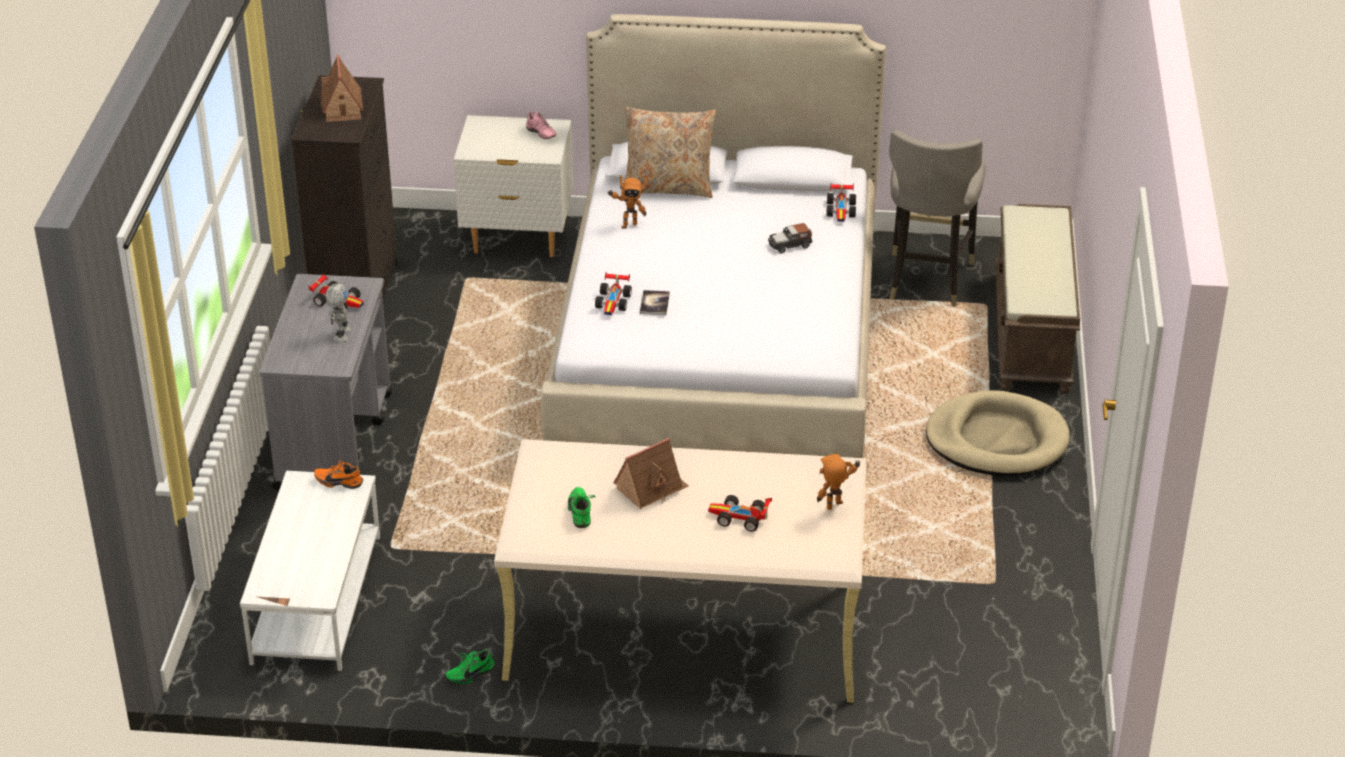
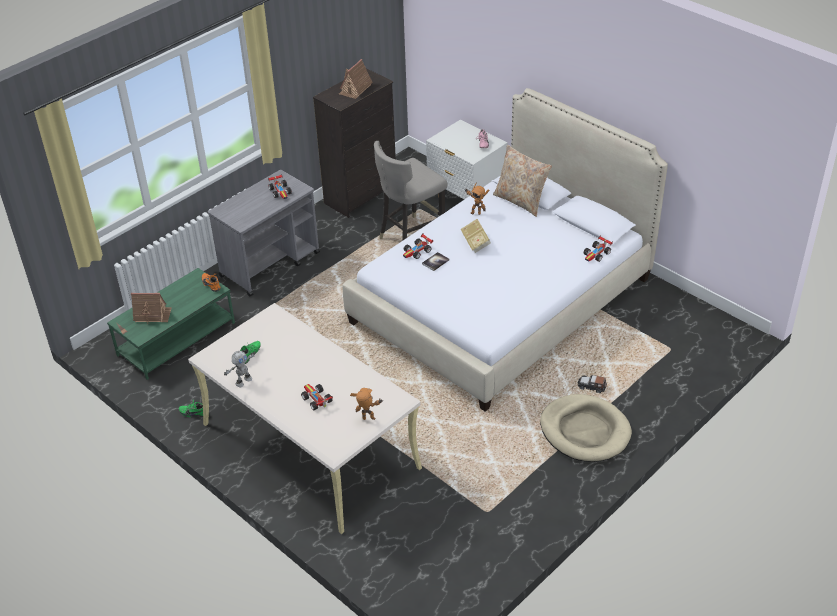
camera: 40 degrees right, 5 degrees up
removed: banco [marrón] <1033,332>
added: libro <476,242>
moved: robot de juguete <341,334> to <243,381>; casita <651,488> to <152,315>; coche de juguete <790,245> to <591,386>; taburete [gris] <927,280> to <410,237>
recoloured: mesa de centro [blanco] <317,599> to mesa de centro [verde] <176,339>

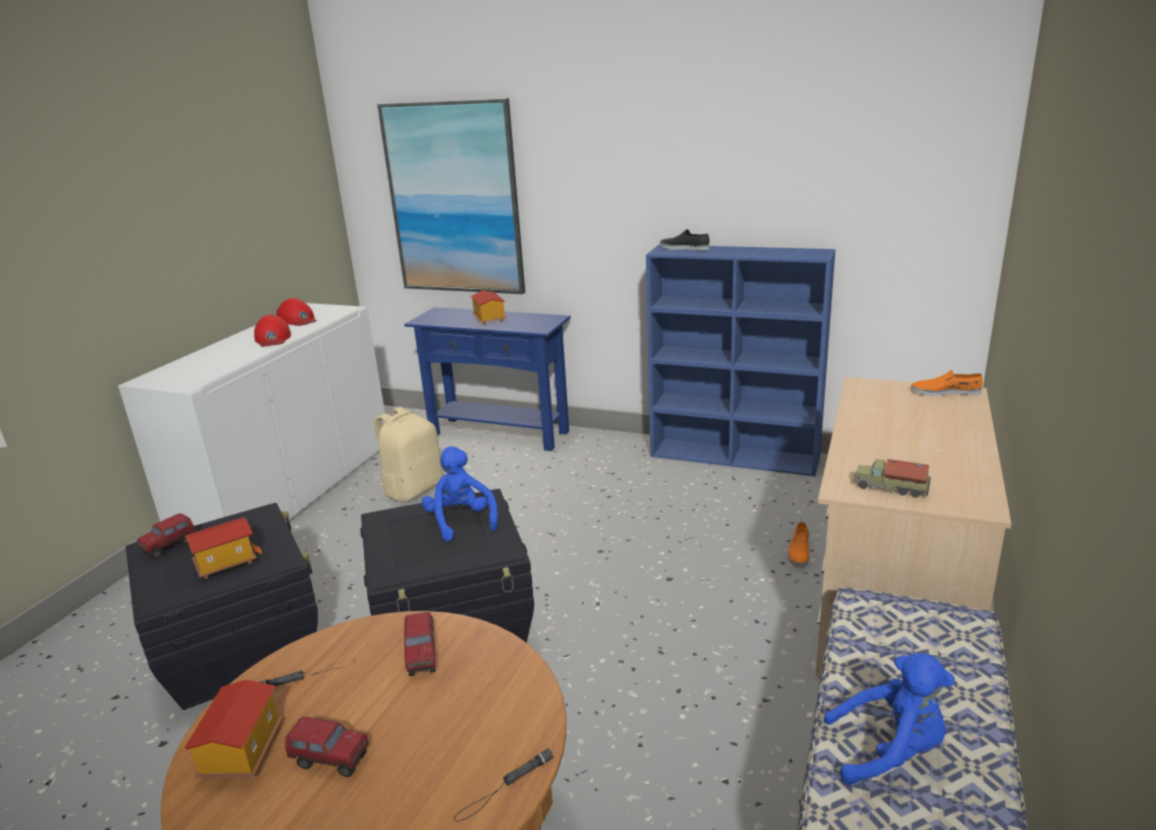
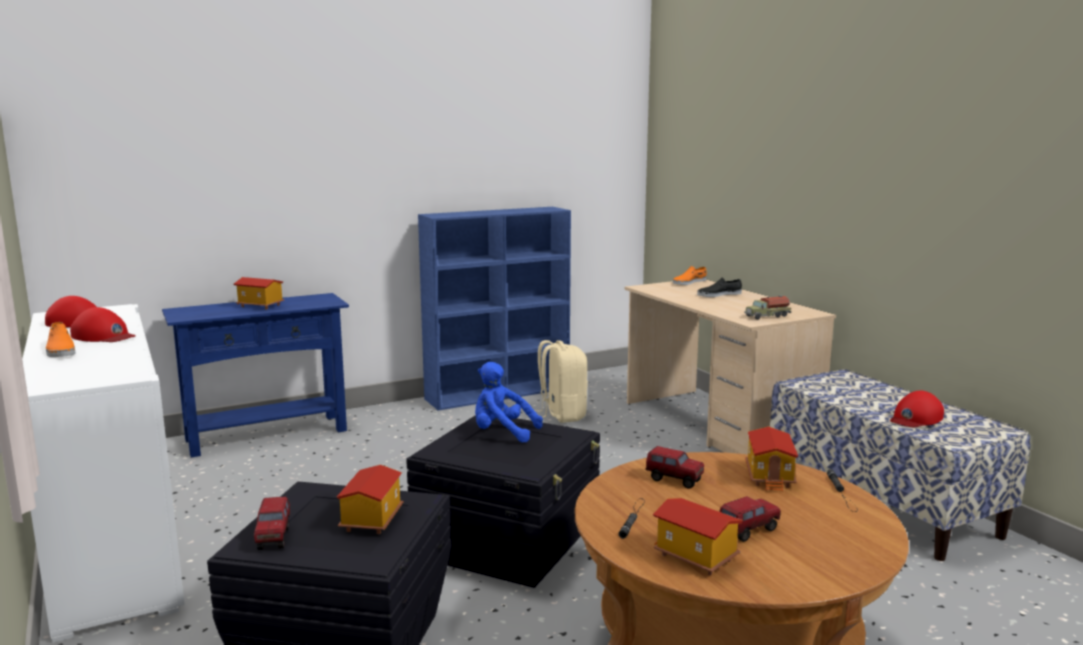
camera: 50 degrees left, 10 degrees down
removed: cuadro <454,199>
added: casita <770,477>
moved: mochila [beis] <413,489> to <561,415>; zapato [negro] <684,248> to <718,295>; zapato [naranja] <799,552> to <60,350>
replaced: peluche [azul] <889,751> to gorra [rojo] <915,418>

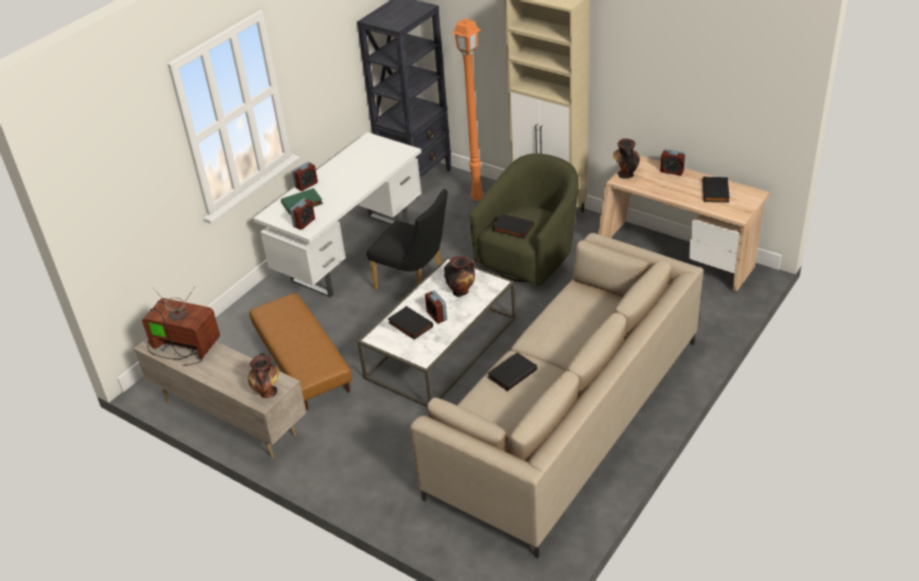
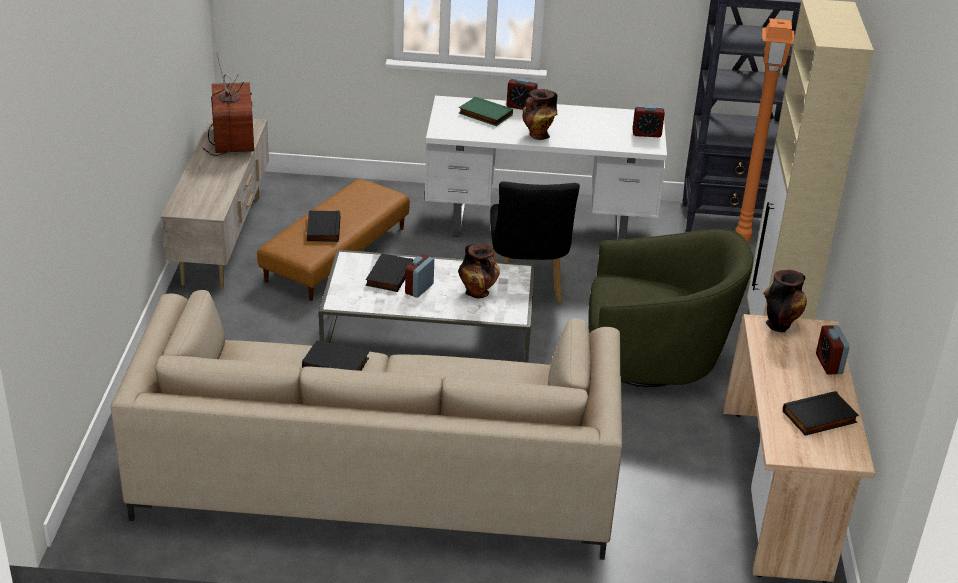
camera: 55 degrees right, 5 degrees down
moved: florero <268,392> to <538,135>; despertador <304,223> to <646,134>; libro [negro] <512,228> to <322,229>

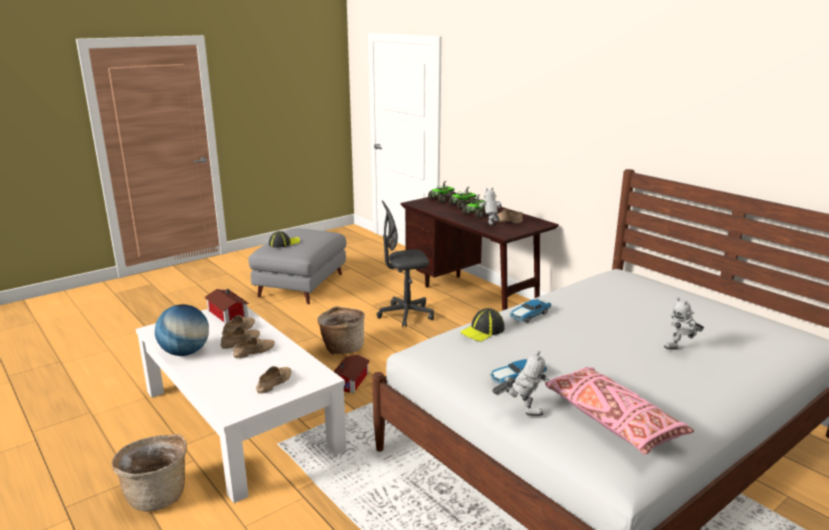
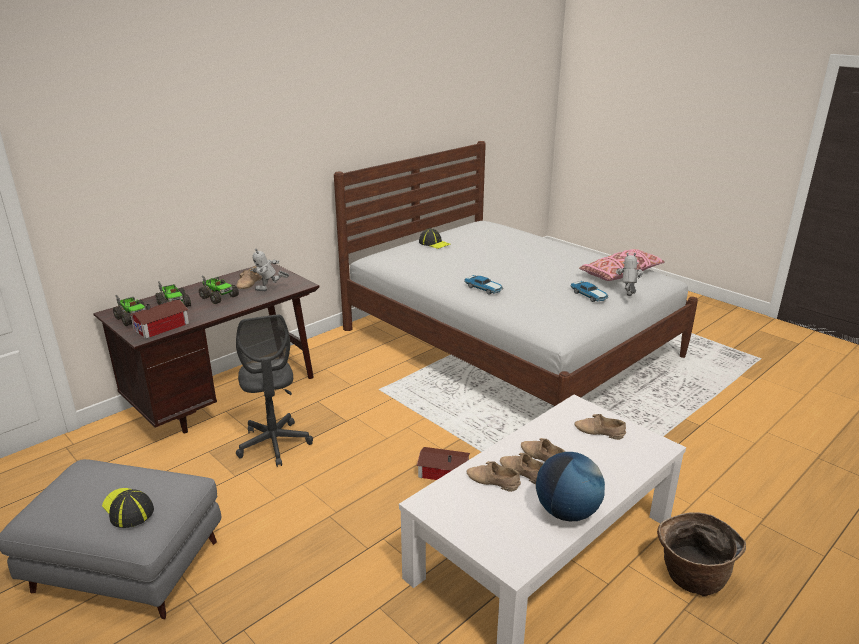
camera: 95 degrees left, 5 degrees up
removed: cesta <342,348>; robot de juguete <681,348>
moved: casita <227,314> to <163,326>; gorra <482,331> to <434,243>

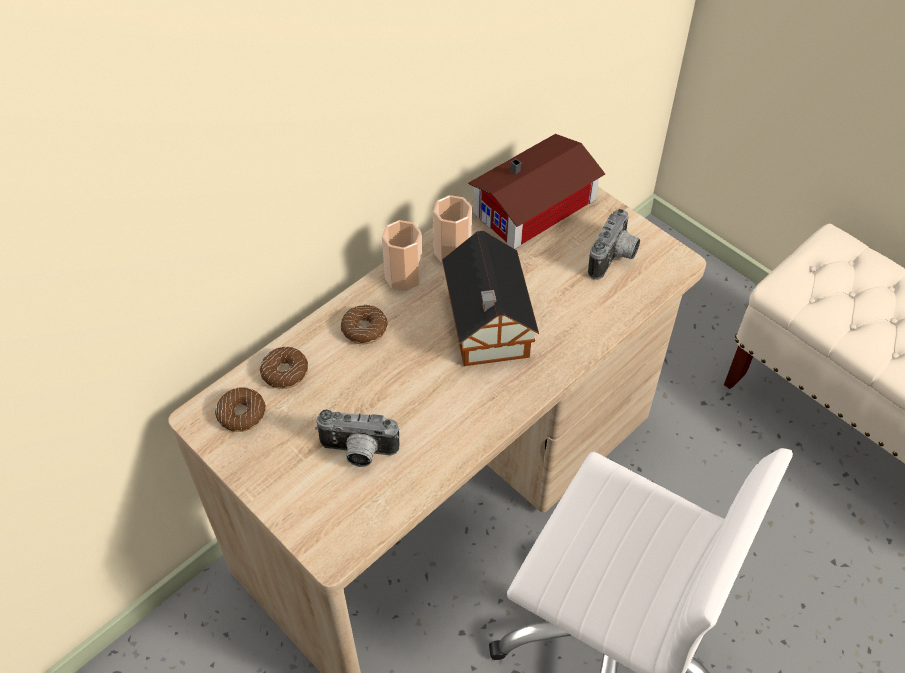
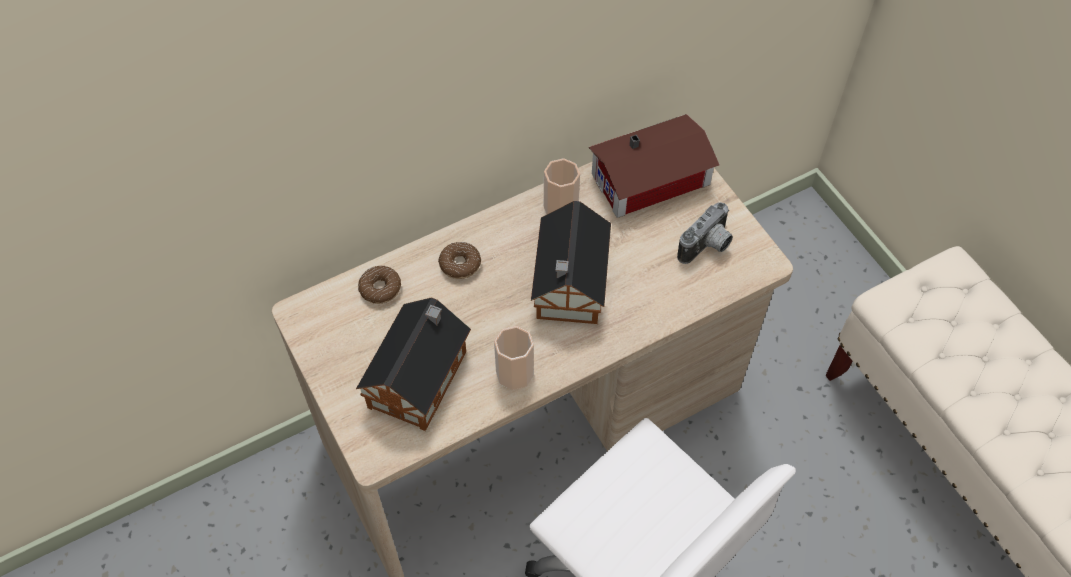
camera: 15 degrees right, 5 degrees up
removed: rosquilla <242,414>
moved: taza <404,276> to <514,373>
replaced: cámara <358,453> to casita <421,376>

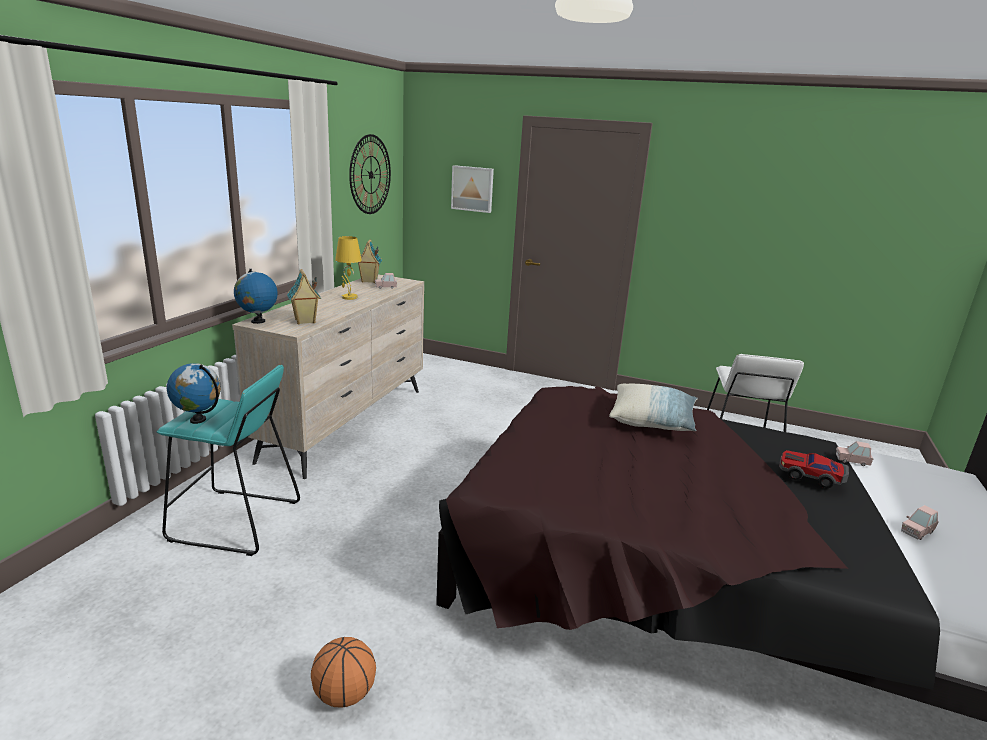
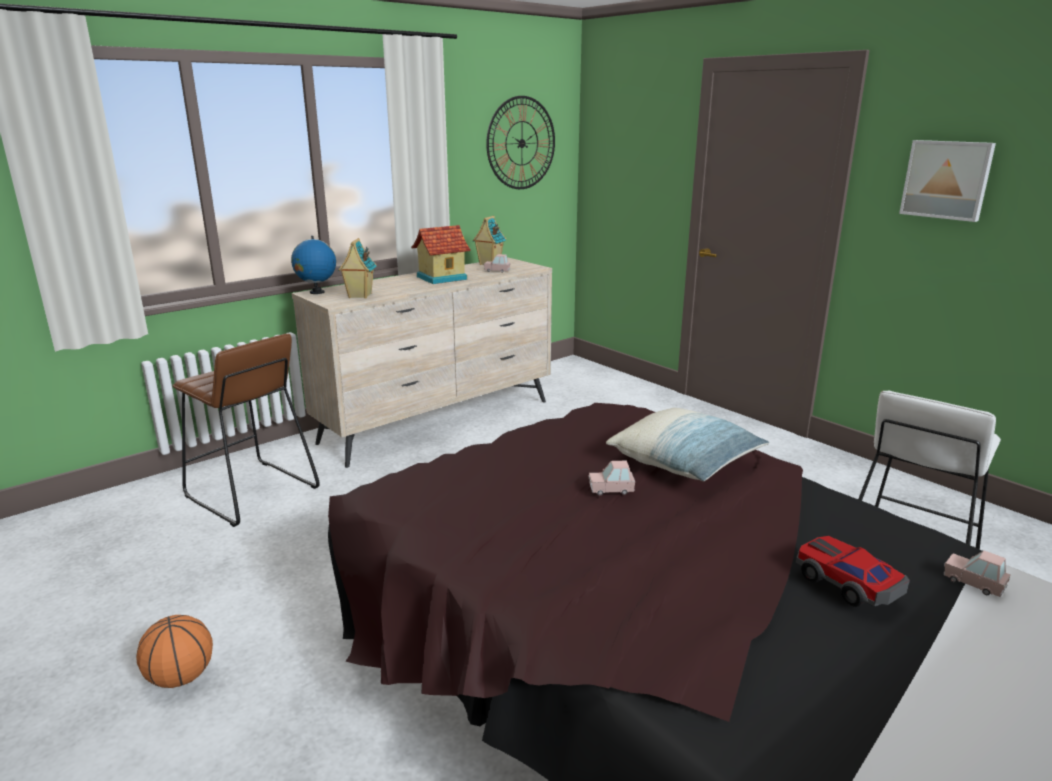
camera: 30 degrees right, 0 degrees up
removed: globo terráqueo <198,420>
moved: cuadro <472,188> to <947,179>; coche de juguete [rosa] <917,532> to <611,490>
replaced: lámpara de mesa [amarillo] <349,297> to casita <441,278>
recoloured: taburete [turquesa] <234,521> to taburete [marrón] <250,492>

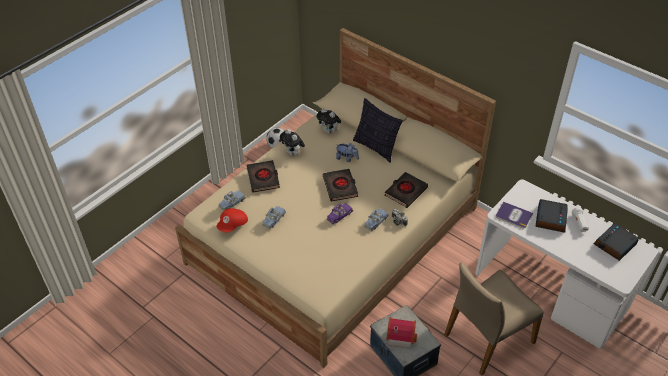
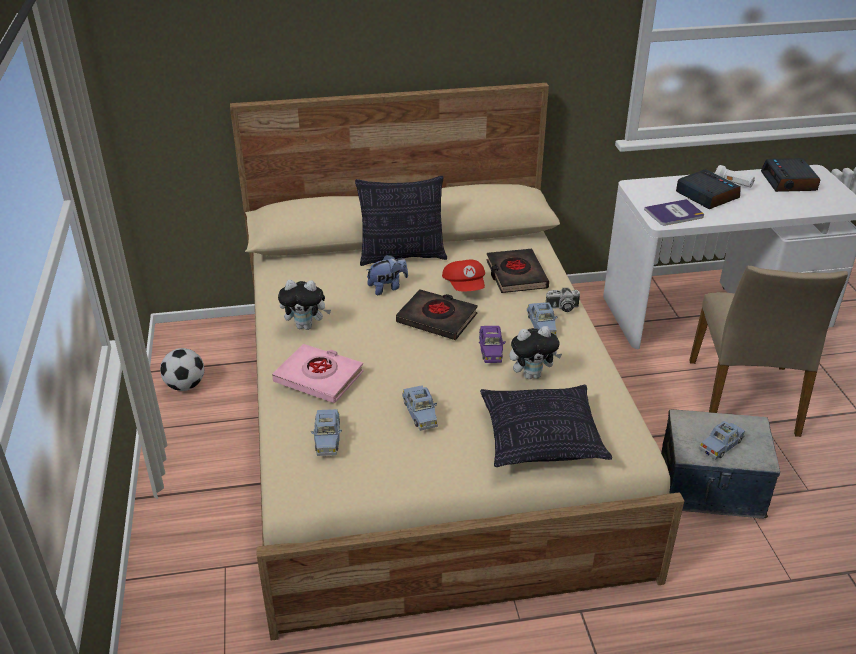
camera: 50 degrees left, 10 degrees down
added: cojín <541,439>
moved: gorra [rojo] <233,225> to <465,286>; peluche <329,131> to <532,375>
replaced: casita <400,336> to coche de juguete [azul] <721,445>
recoloured: libro [negro] <263,178> to libro [rosa] <319,377>

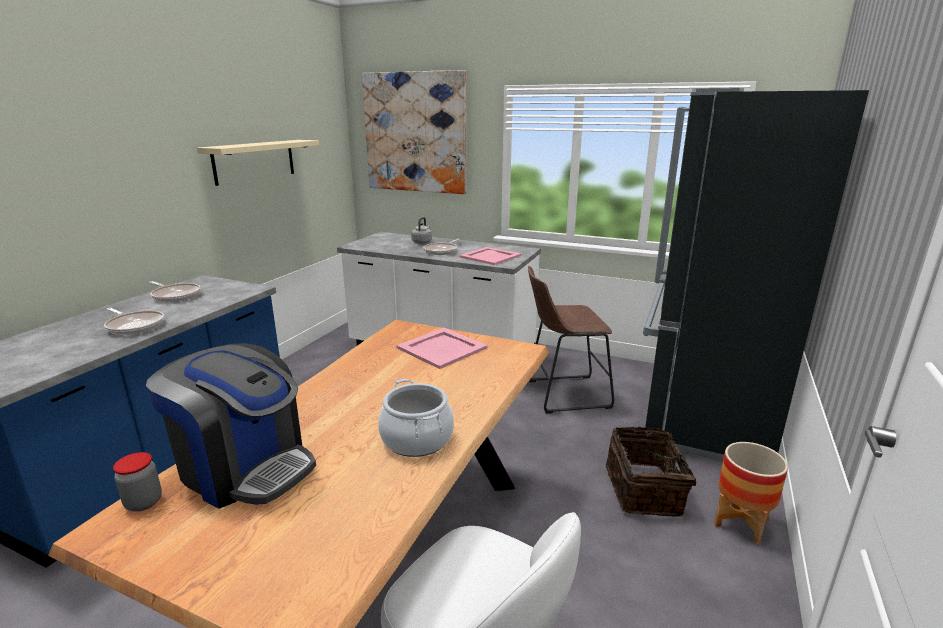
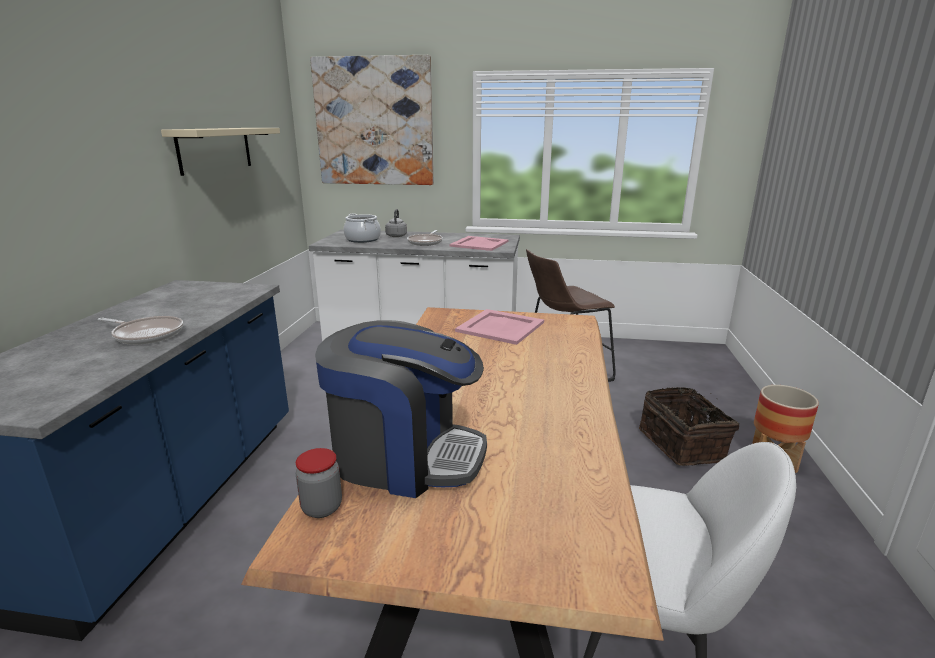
camera: 15 degrees left, 0 degrees up
removed: sartén <175,295>; nevera [negro] <701,411>
moved: olla <416,439> to <362,239>

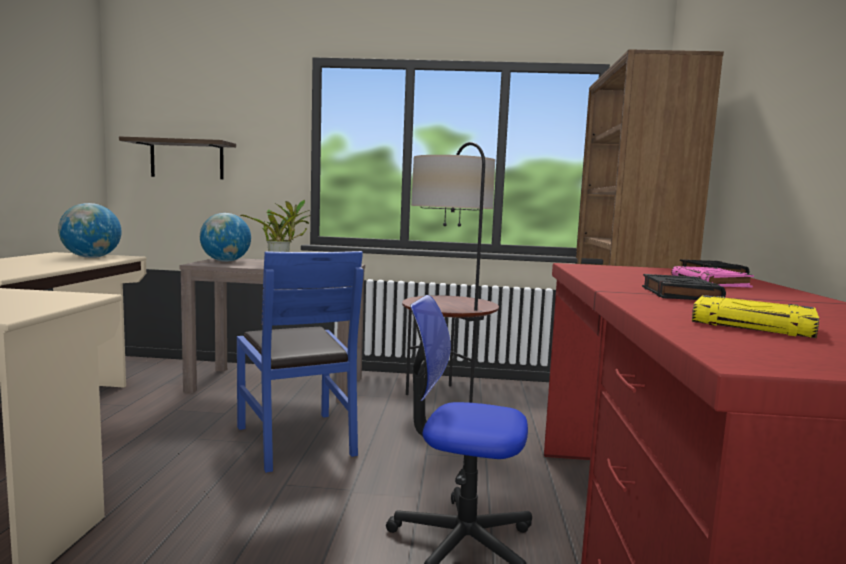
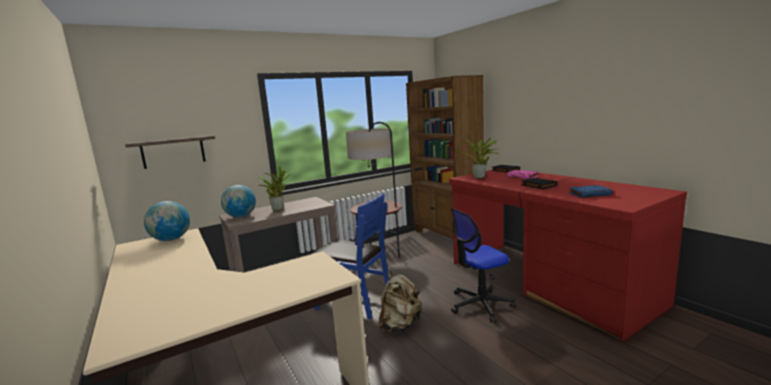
camera: 35 degrees left, 5 degrees up
added: mochila [beis] <400,325>; planta en maceta <480,178>
recoloured: libro [amarillo] <754,325> to libro [azul] <590,194>

